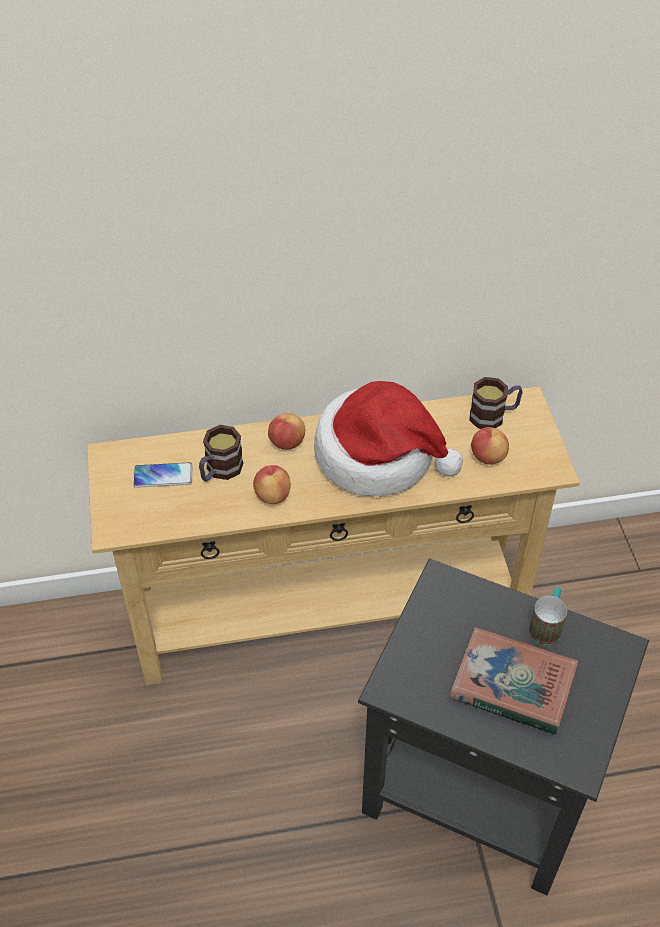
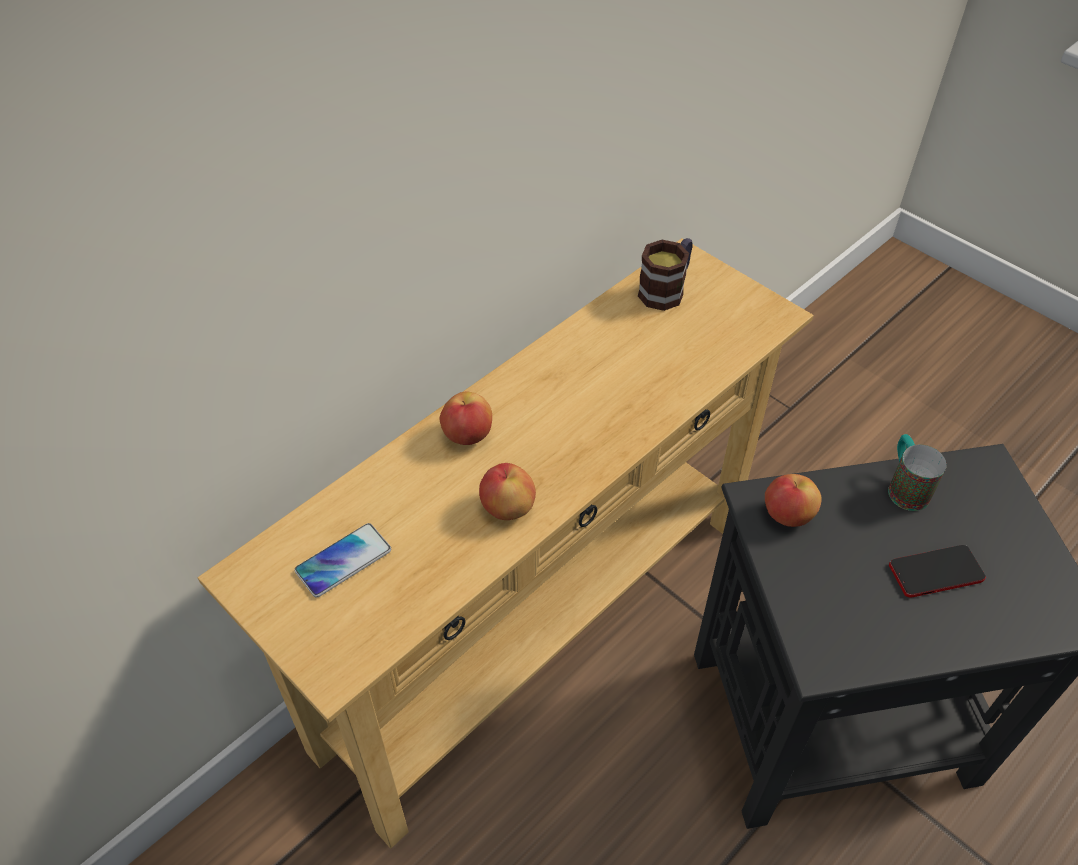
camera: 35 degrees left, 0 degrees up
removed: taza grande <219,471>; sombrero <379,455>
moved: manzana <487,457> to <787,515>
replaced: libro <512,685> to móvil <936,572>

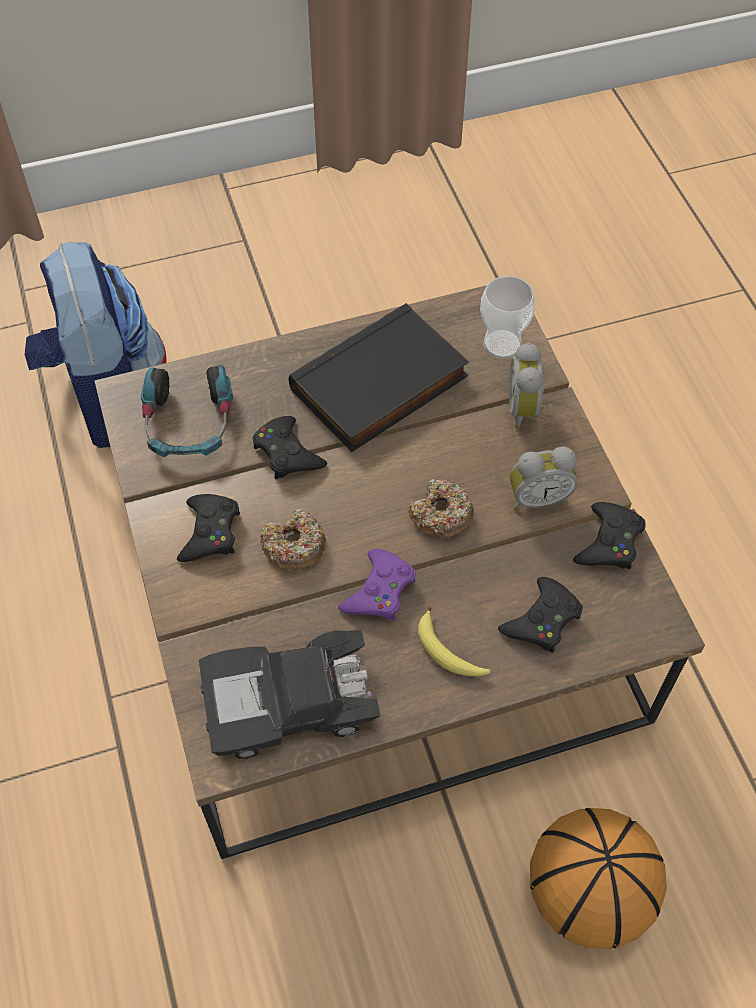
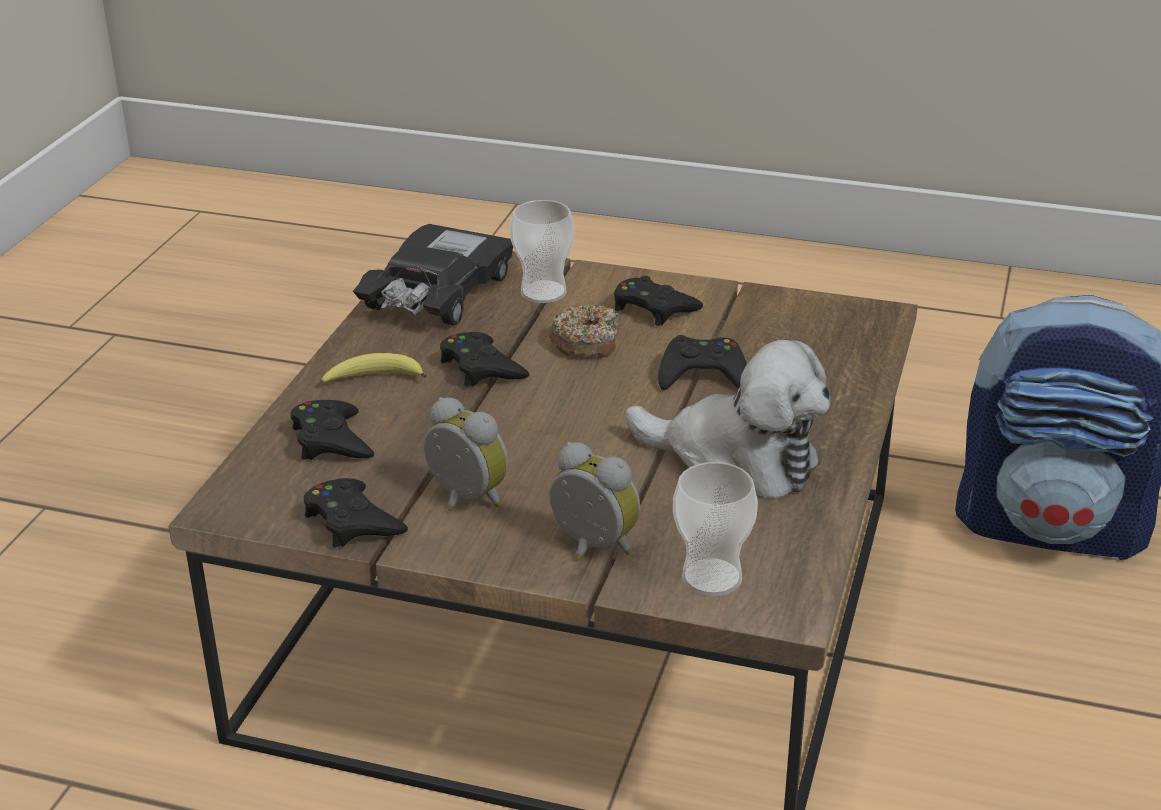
camera: 125 degrees right, 25 degrees down
removed: auriculares <188,422>; rosquilla <441,515>; balón de baloncesto <586,896>
added: taza <543,292>
replaced: libro [negro] <380,386> to peluche <736,461>
recoloured: mando de consola [morado] <379,591> to mando de consola [negro] <481,368>
turned: despertador <537,497> = <464,501> 105 degrees clockwise

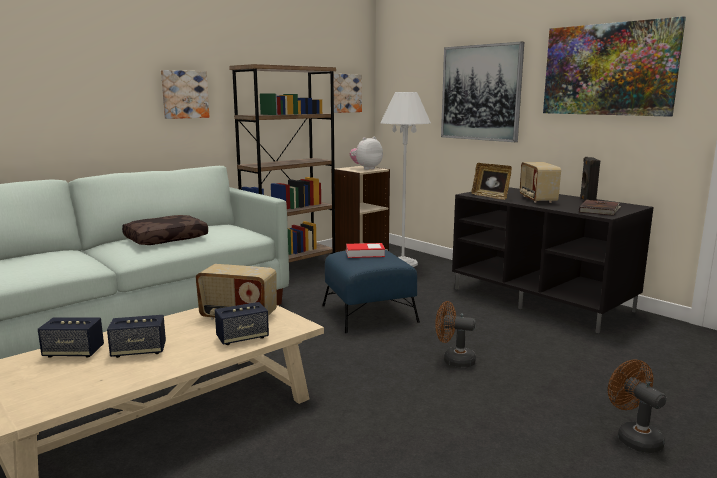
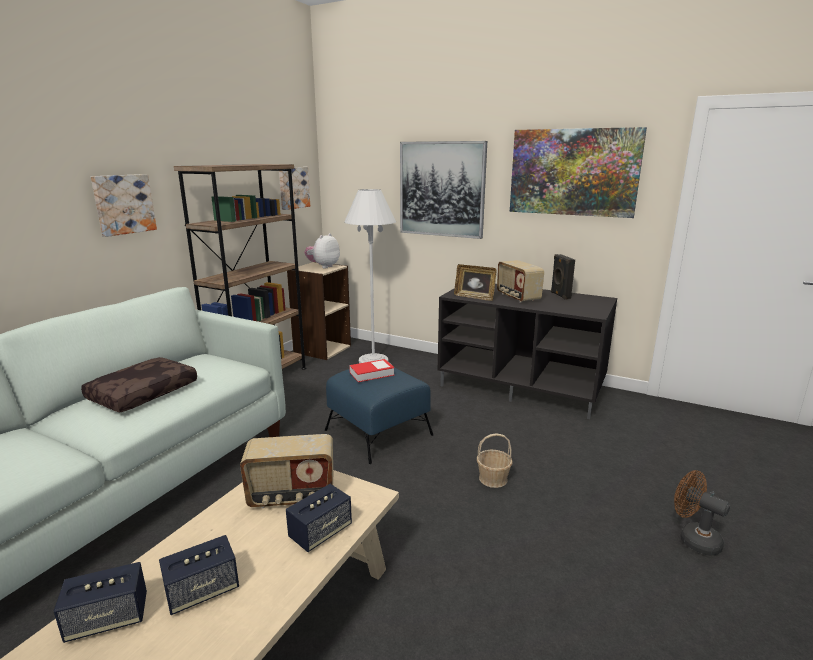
camera: 20 degrees left, 5 degrees up
removed: libro [marrón] <600,210>
replaced: ventilador [marrón] <453,360> to cesta <493,479>

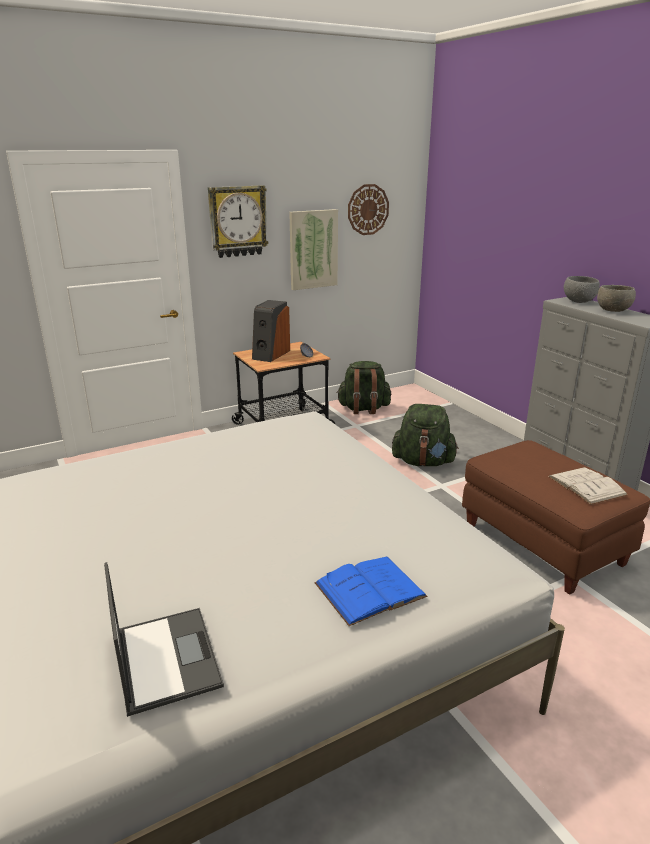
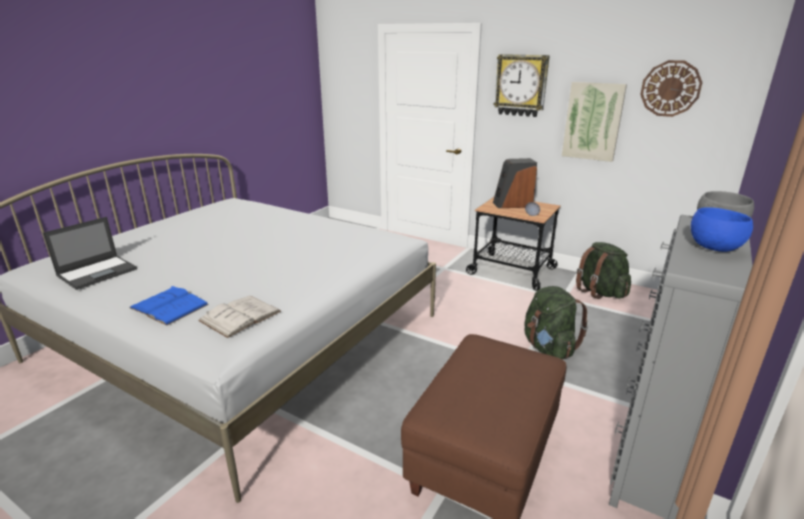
camera: 60 degrees right, 0 degrees up
moved: libro [blanco] <586,485> to <240,316>
recoloured: cuenco [gris] <613,311> to cuenco [azul] <715,248>

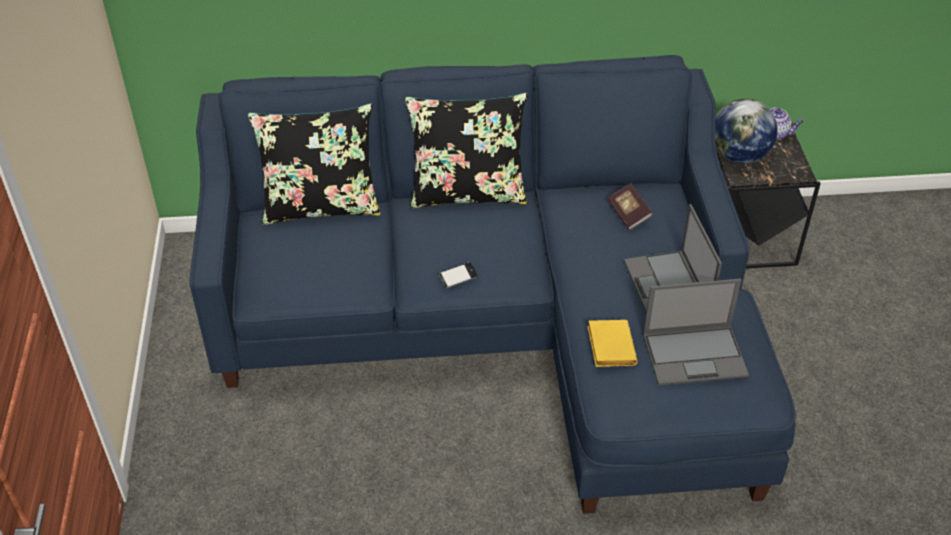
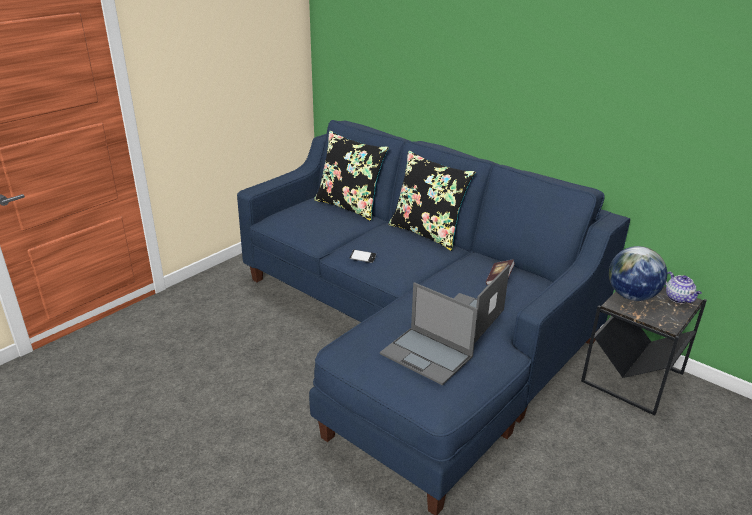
camera: 45 degrees right, 15 degrees down
removed: libro [amarillo] <609,346>

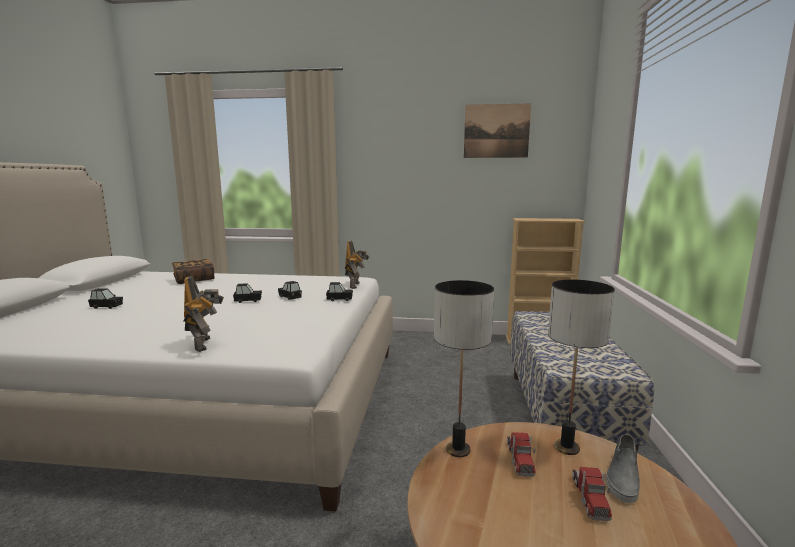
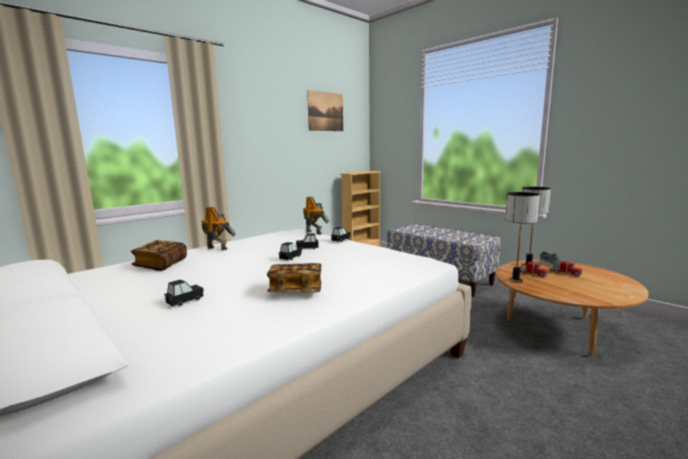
camera: 50 degrees left, 0 degrees up
added: libro <296,290>
moved: robot de juguete <205,344> to <218,248>

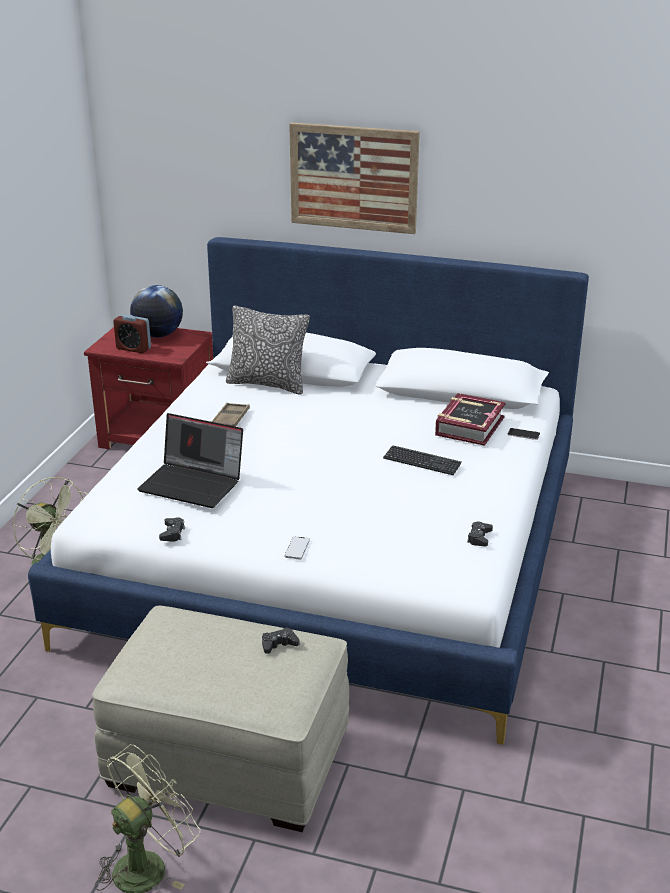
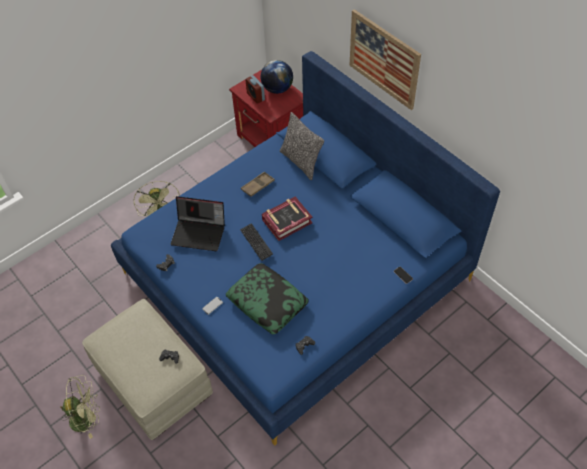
camera: 35 degrees right, 25 degrees up
added: cojín <267,302>
moved: teclado <422,462> to <256,242>; libro <469,426> to <287,221>
recoloured: cama [blanco] <335,553> to cama [azul] <295,276>
turned: portátil <193,484> = <199,233> 45 degrees counterclockwise

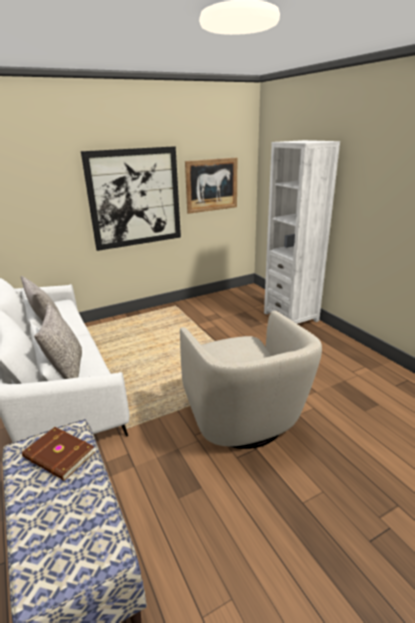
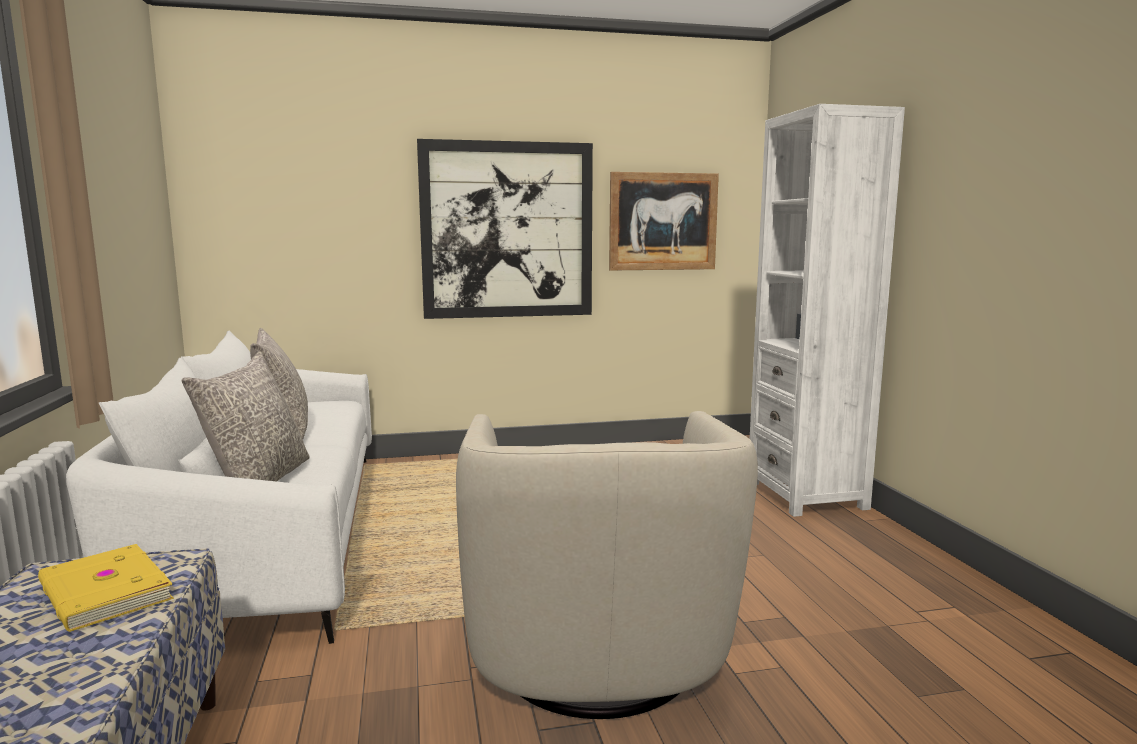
camera: 15 degrees right, 15 degrees down
recoloured: libro [marrón] <59,456> to libro [amarillo] <102,593>

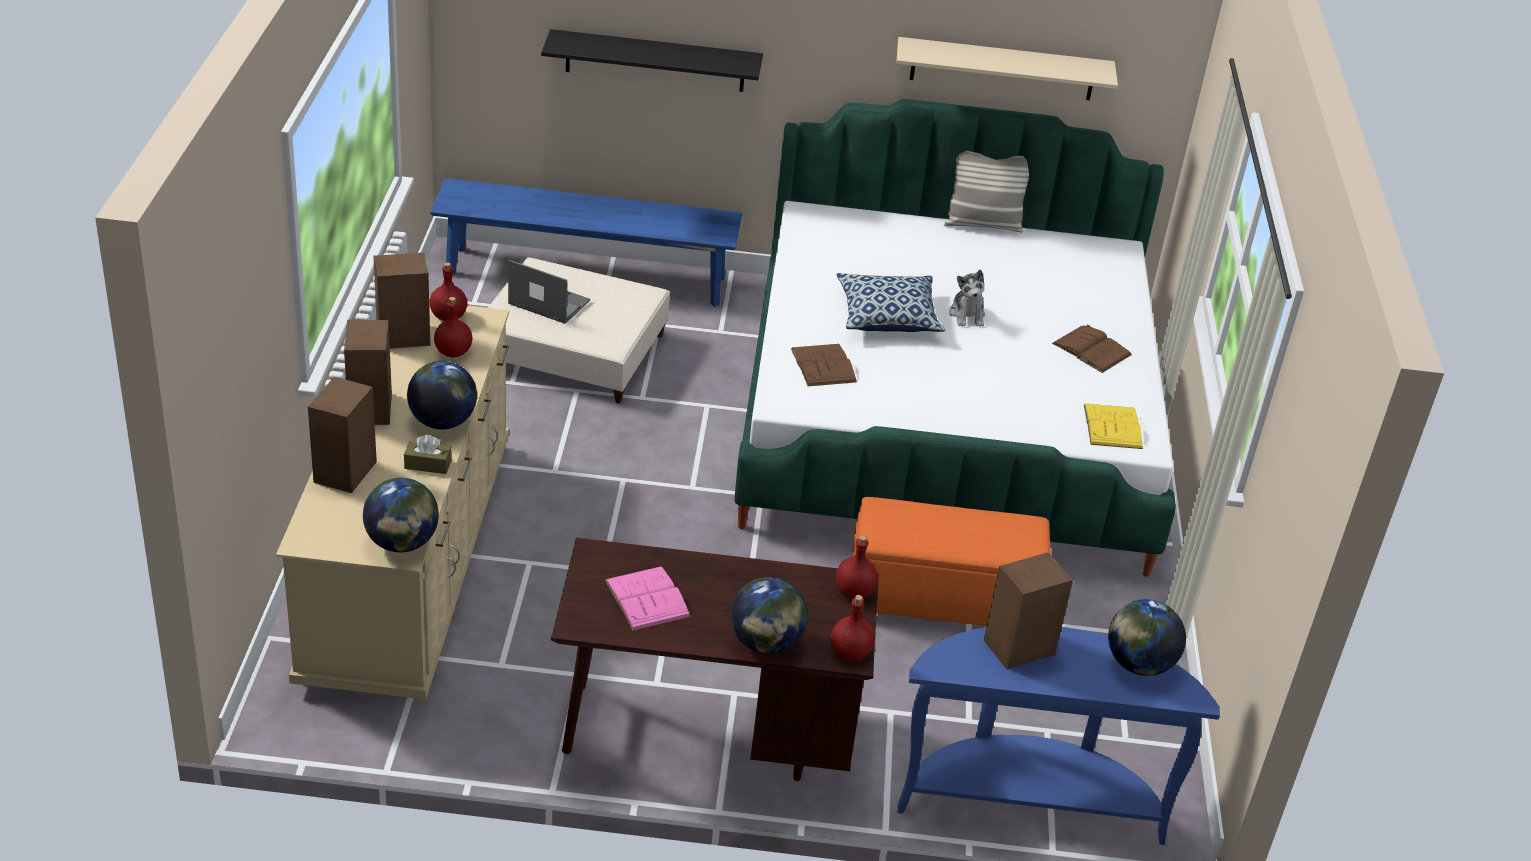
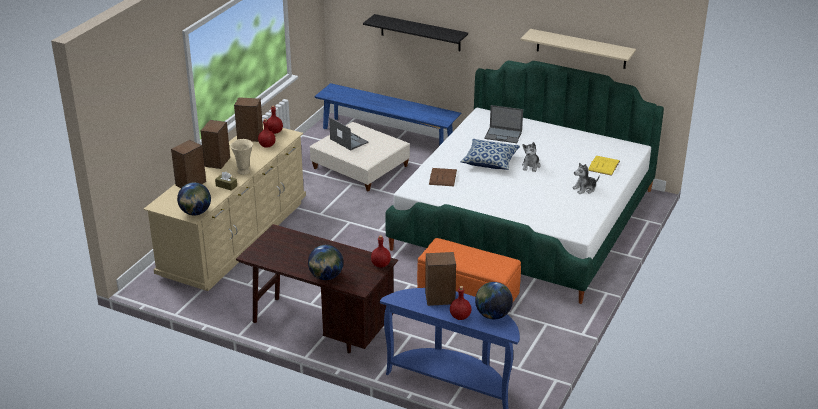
camera: 25 degrees right, 5 degrees down
removed: libro [rosa] <647,598>; cojín <983,224>
added: portátil <503,135>
moved: botella [rojo] <850,652> to <460,316>; libro [amarillo] <1112,426> to <604,165>
replaced: globo terráqueo <442,421> to florero [beis] <244,171>; libro [marrón] <1091,349> to peluche <585,189>

